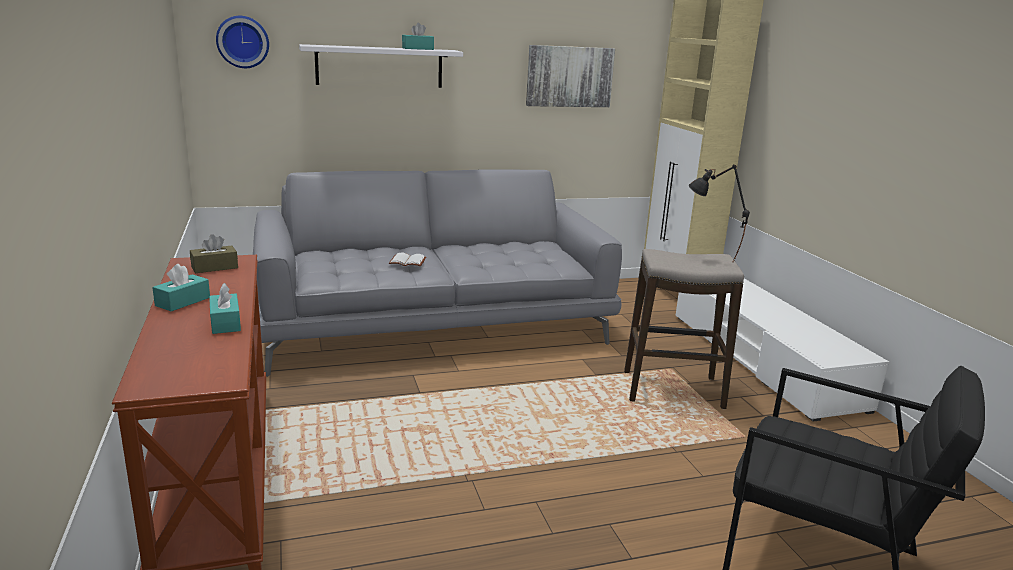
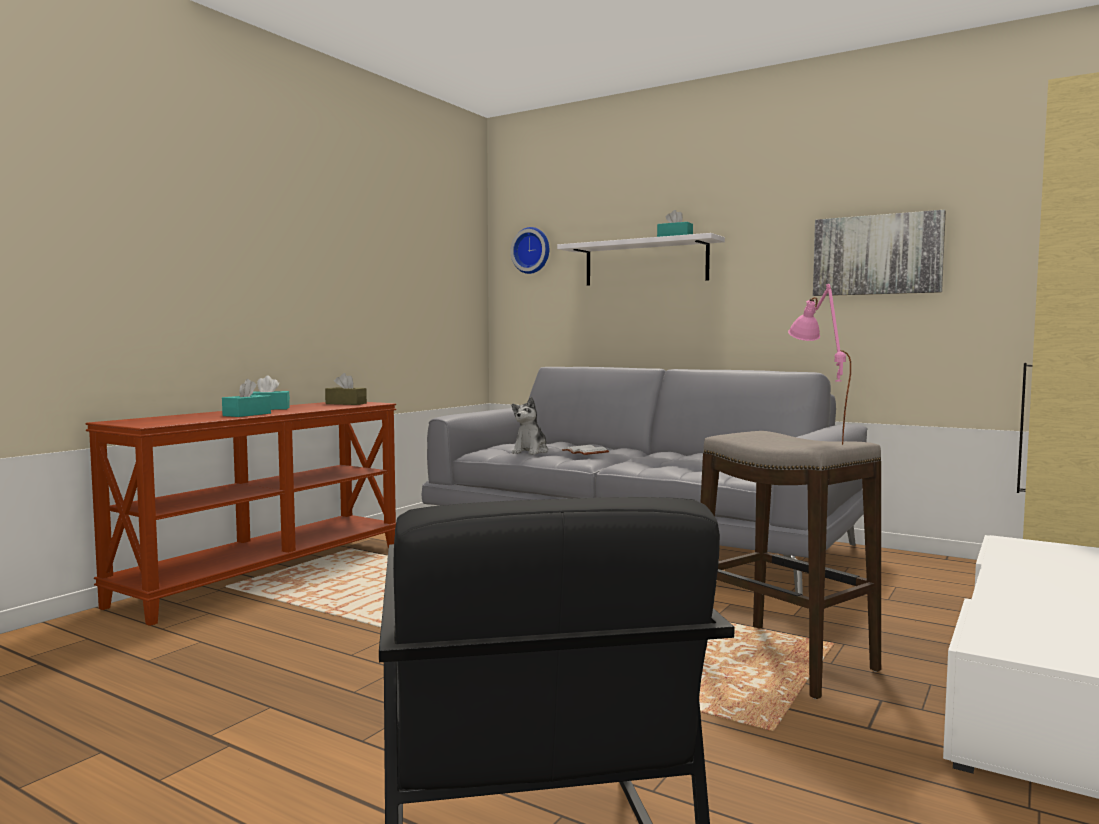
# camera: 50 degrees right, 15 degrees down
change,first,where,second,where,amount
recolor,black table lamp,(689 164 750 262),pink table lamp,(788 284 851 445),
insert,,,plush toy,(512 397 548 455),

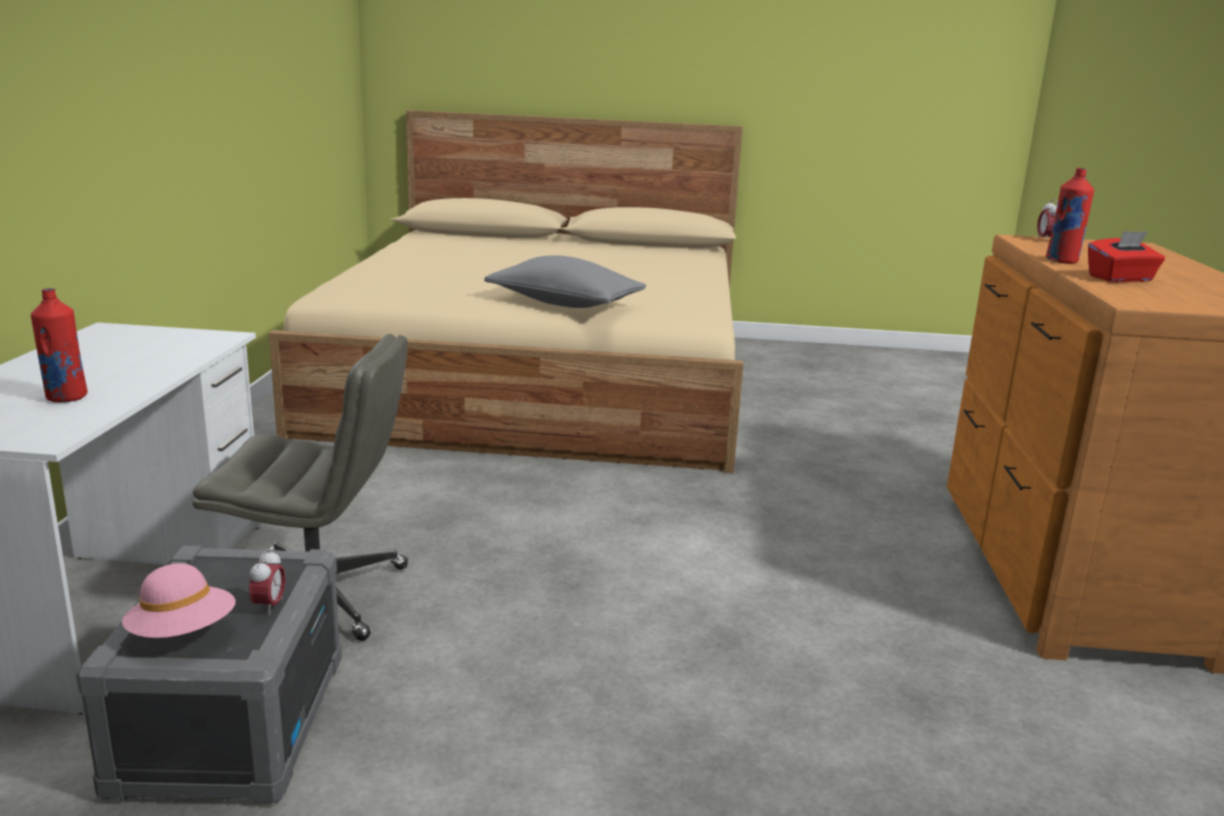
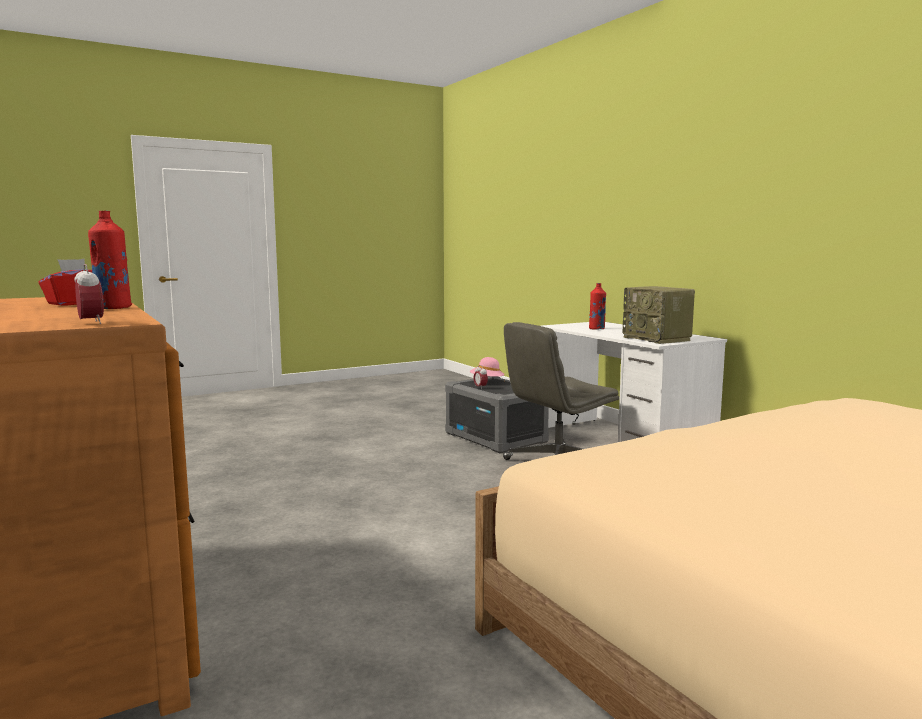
# camera: 145 degrees right, 10 degrees down
change,first,where,second,where,amount
delete,grey pillow,(484 255 646 308),,,
insert,,,radio,(623 286 695 344),

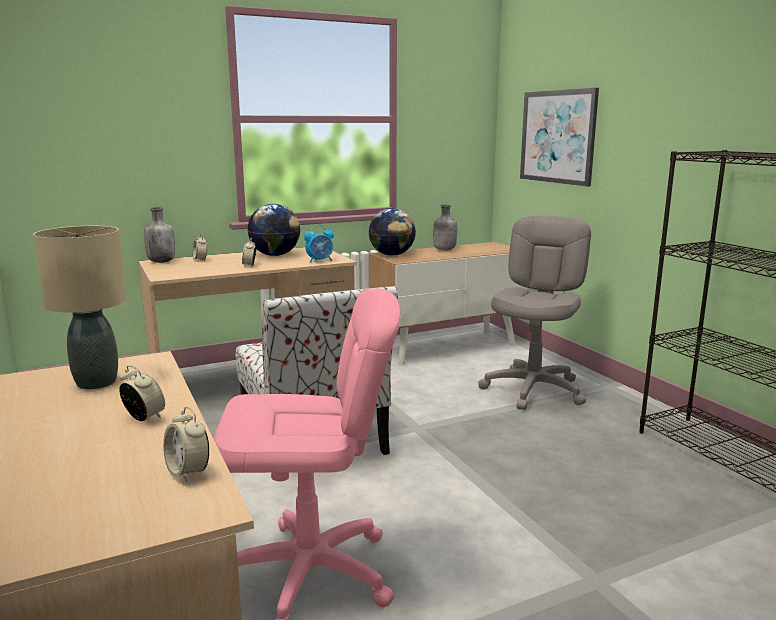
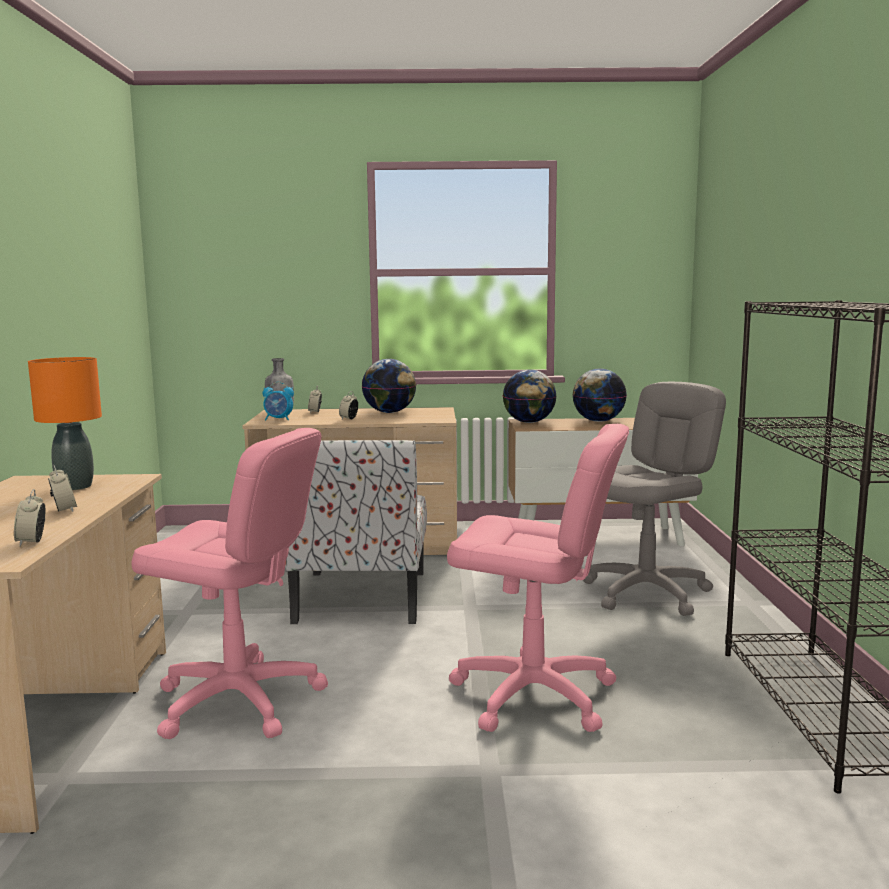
# camera: 25 degrees right, 5 degrees down
change,first,where,second,where,amount
delete,picture,(520 88 599 187),,,
replace,grey bottle,(433 204 457 250),globe,(572 369 627 422),
move,alarm clock,(304 225 334 263),,(263 382 294 420),
recolor,beige table lamp,(33 226 127 389),orange table lamp,(28 357 102 490),
insert,,,pink office chair,(447 424 629 732),

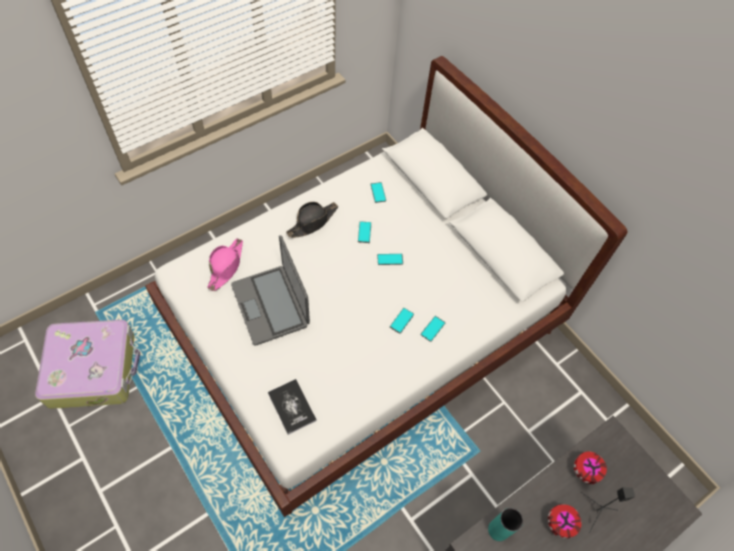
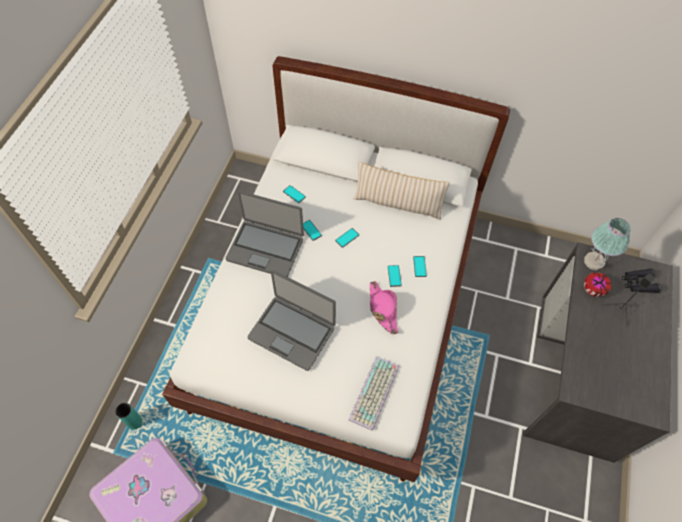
# camera: 35 degrees left, 0 degrees up
change,first,where,second,where,amount
replace,black hat,(286 202 338 238),laptop,(225 191 304 277),
move,pink hat,(207 238 243 291),,(370 281 399 334),
replace,book,(268 379 317 435),keyboard,(349 356 399 431),
delete,bowl,(548 504 581 539),,,
move,turquoise vase,(488 508 523 541),,(115 403 142 430),
insert,,,beige pillow,(354 162 450 220),
insert,,,table lamp,(584 218 631 271),
insert,,,black binoculars,(622 268 661 293),

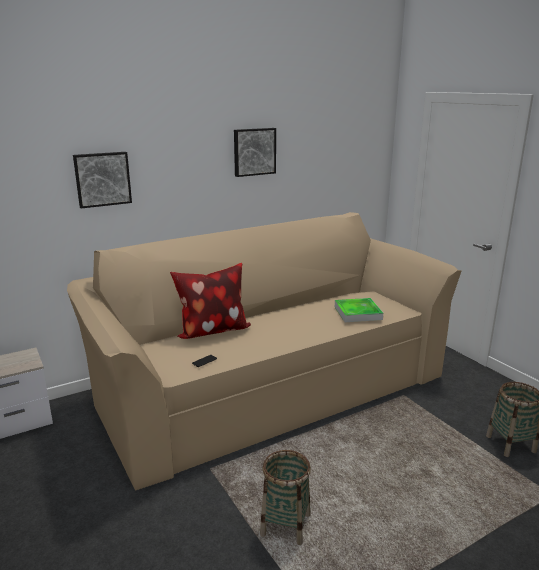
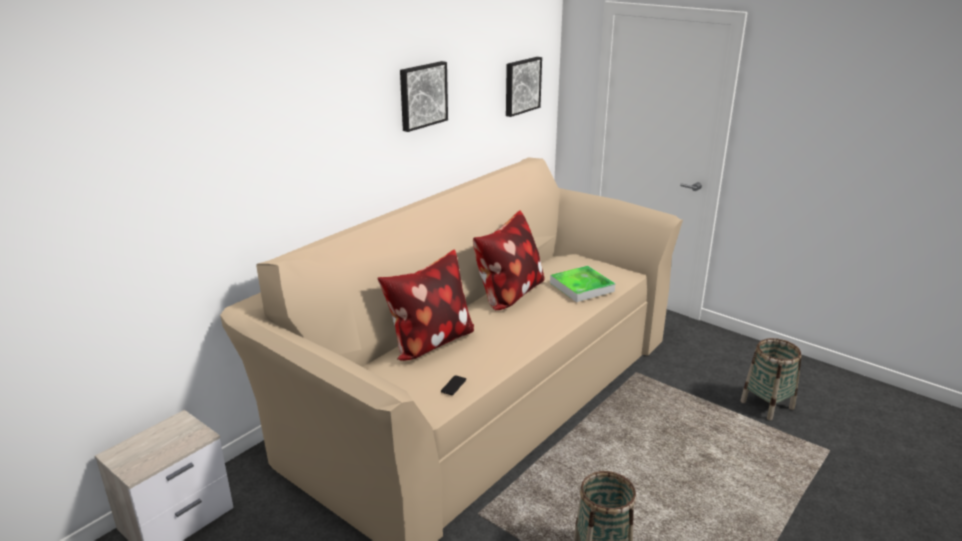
# camera: 20 degrees left, 5 degrees up
change,first,where,second,where,amount
move,picture,(73 152 132 209),,(506 57 542 117),
insert,,,pillow,(473 210 545 310),

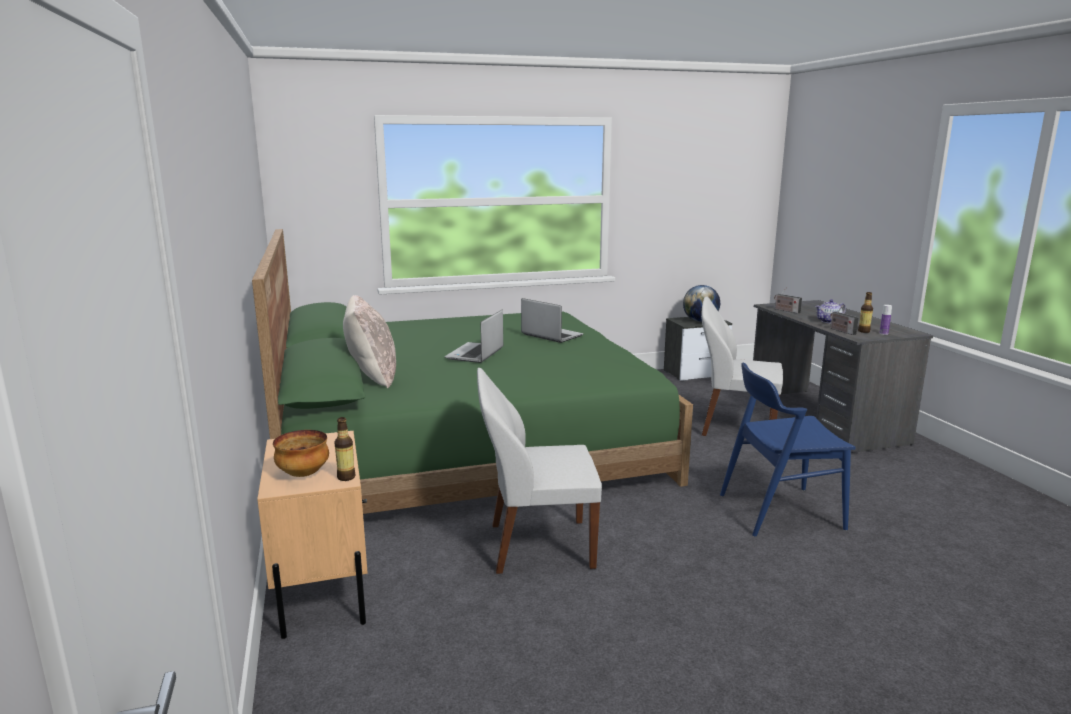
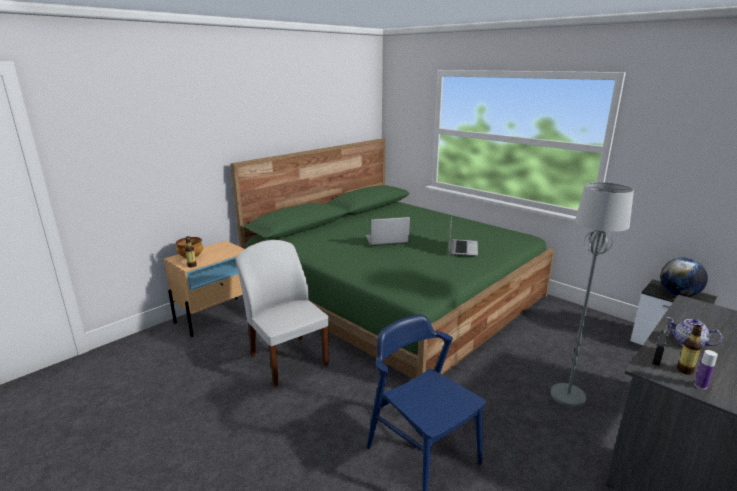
# camera: 60 degrees right, 5 degrees up
change,first,where,second,where,amount
delete,radio,(774 287 802 313),,,
delete,beige pillow,(343 295 396 389),,,
replace,white chair,(701 296 783 436),grey floor lamp,(551 182 634 408),

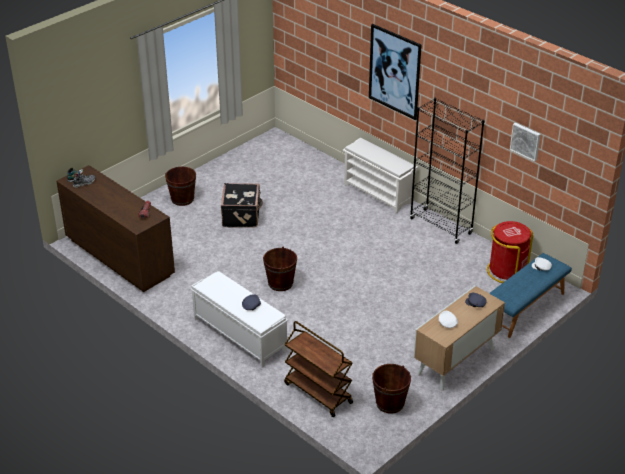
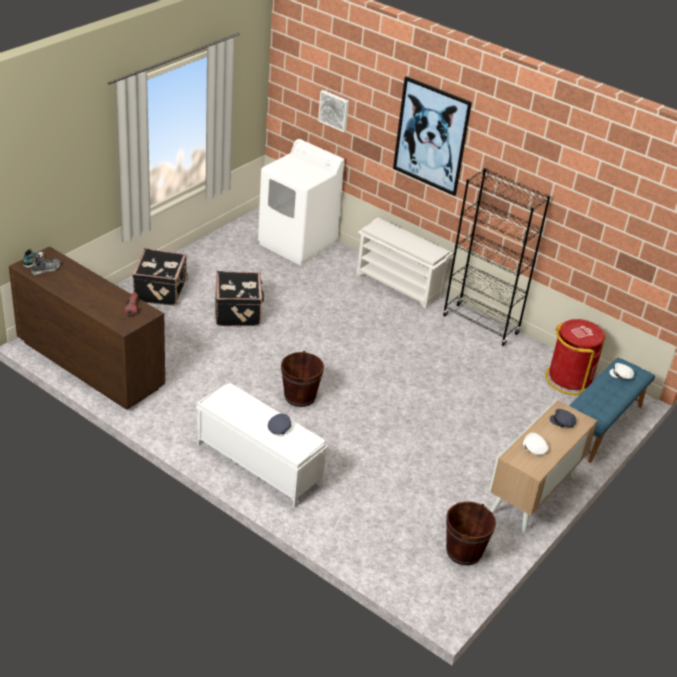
# camera: 10 degrees left, 0 degrees up
change,first,where,second,where,amount
move,picture,(510 123 541 162),,(318 90 349 132),
replace,brown bucket,(165 167 196 206),black suitcase,(132 248 188 306),
delete,brown cart,(284 321 353 417),,,
insert,,,white washing machine,(258 139 344 265),

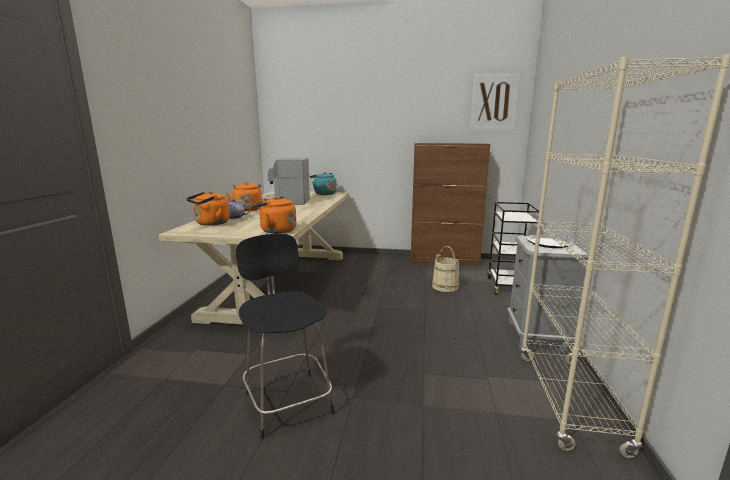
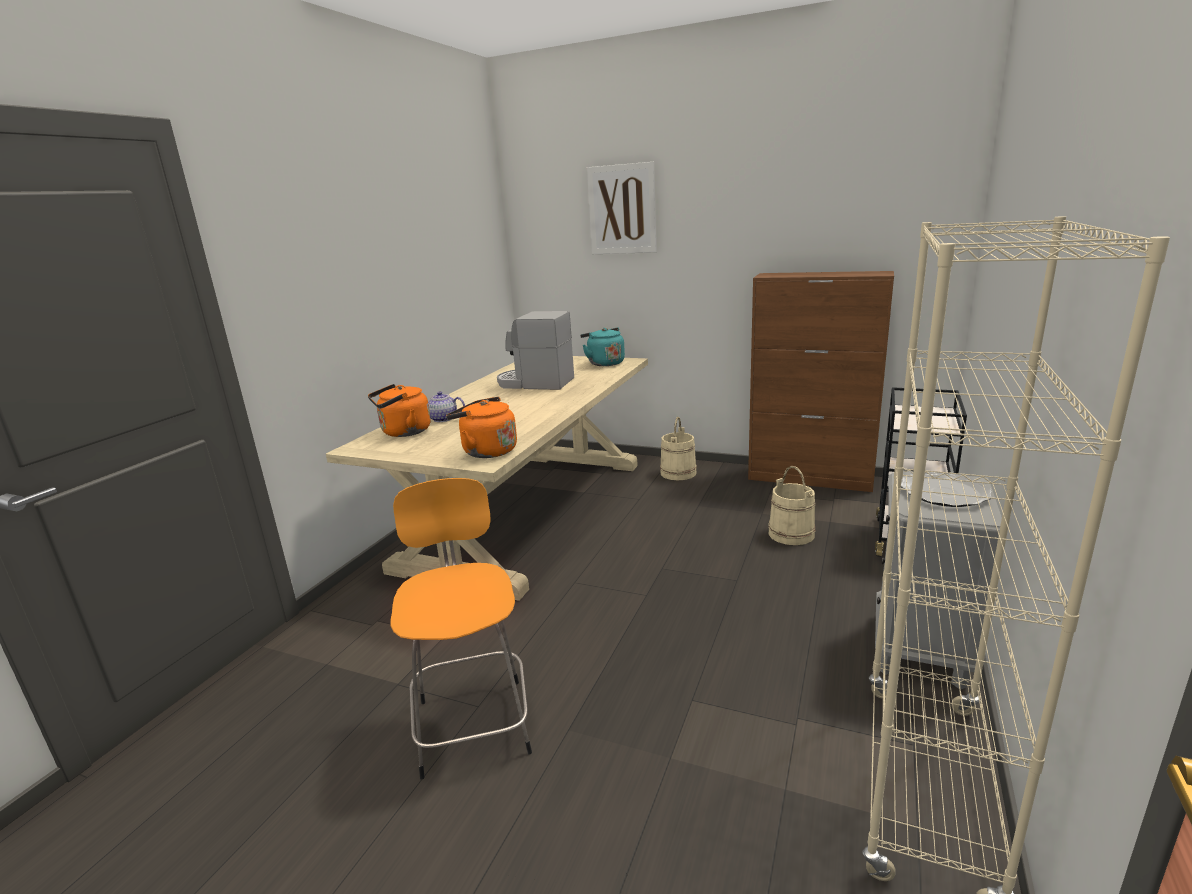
# camera: 15 degrees right, 5 degrees up
change,first,where,second,where,amount
move,picture,(470 73 520 129),,(587 162 656 254),
delete,orange kettle,(226 182 262 211),,,
recolor,black stool,(236 234 334 439),orange stool,(390 478 532 780),
insert,,,beige bucket,(660 417 697 480),

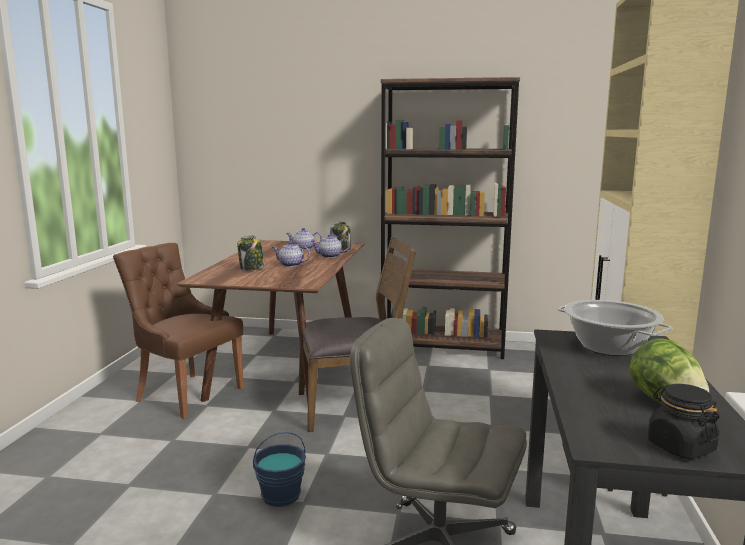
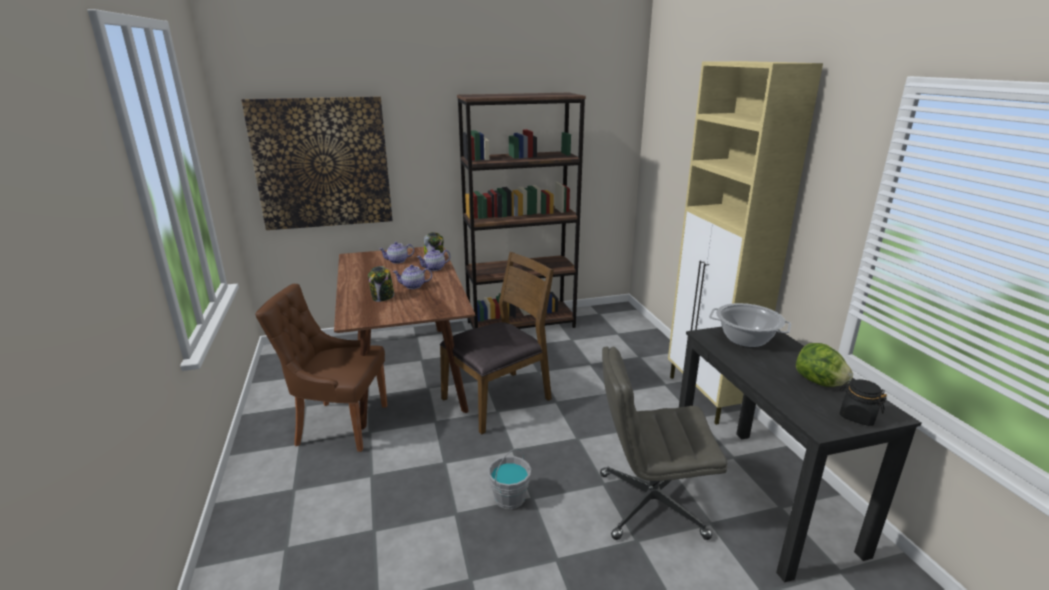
# camera: 25 degrees left, 10 degrees up
change,first,where,second,where,amount
recolor,blue bucket,(253 432 306 507),grey bucket,(488 448 531 509),
insert,,,picture,(241 96 393 230),

